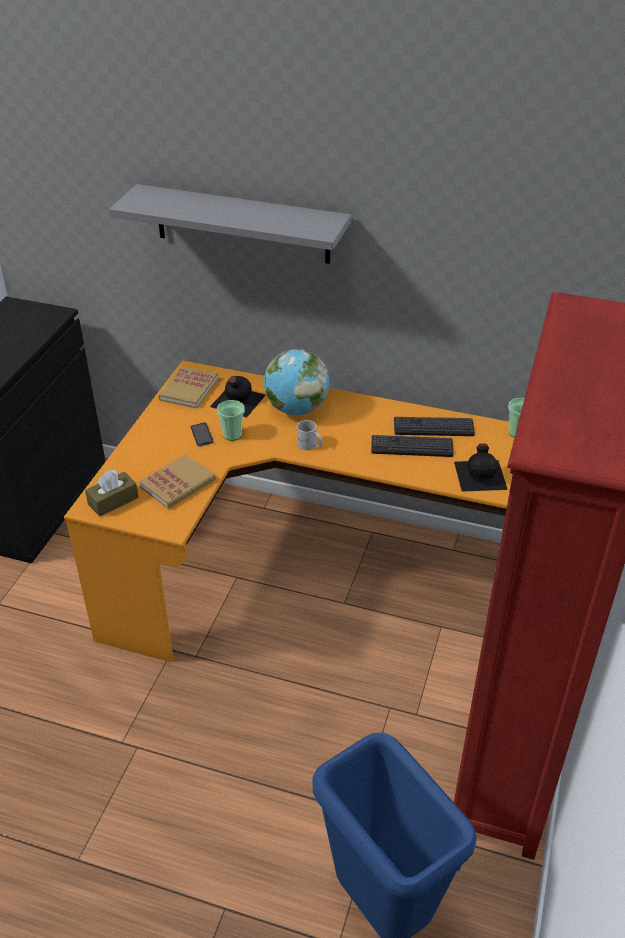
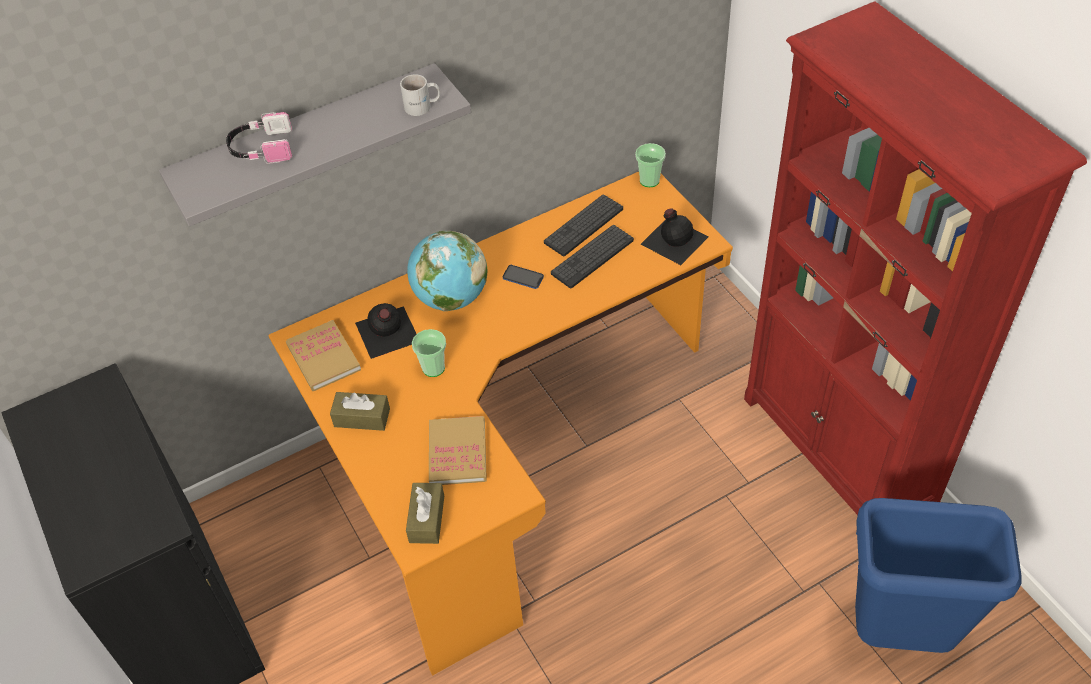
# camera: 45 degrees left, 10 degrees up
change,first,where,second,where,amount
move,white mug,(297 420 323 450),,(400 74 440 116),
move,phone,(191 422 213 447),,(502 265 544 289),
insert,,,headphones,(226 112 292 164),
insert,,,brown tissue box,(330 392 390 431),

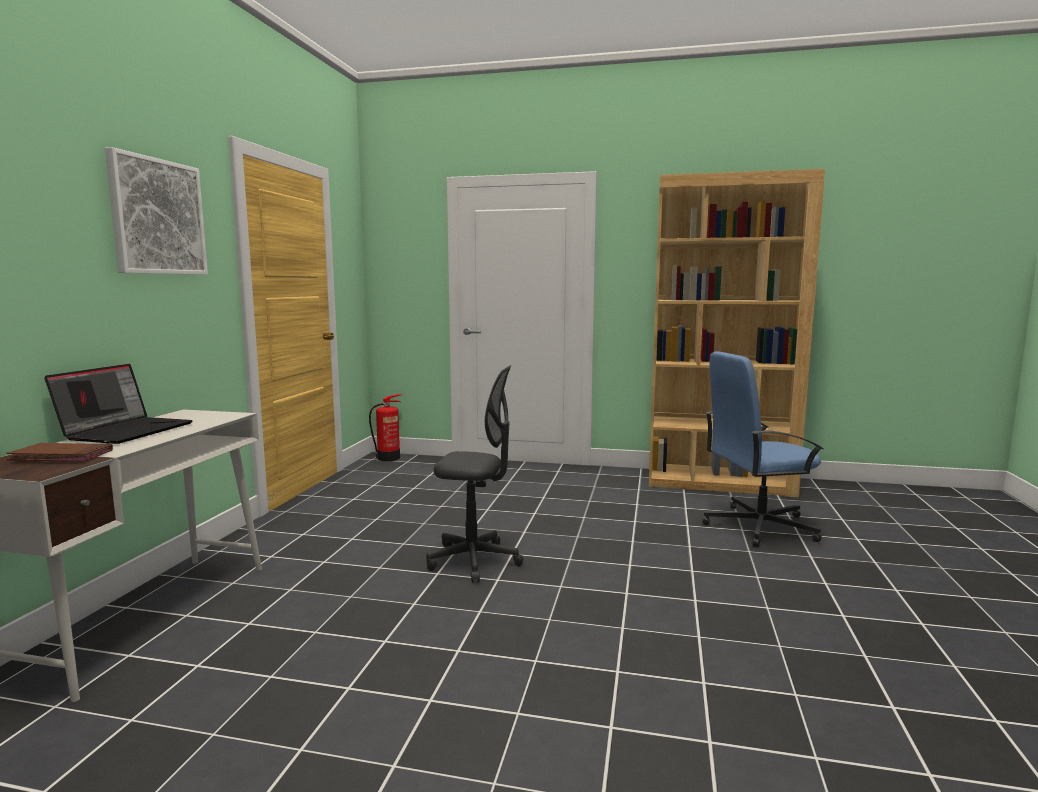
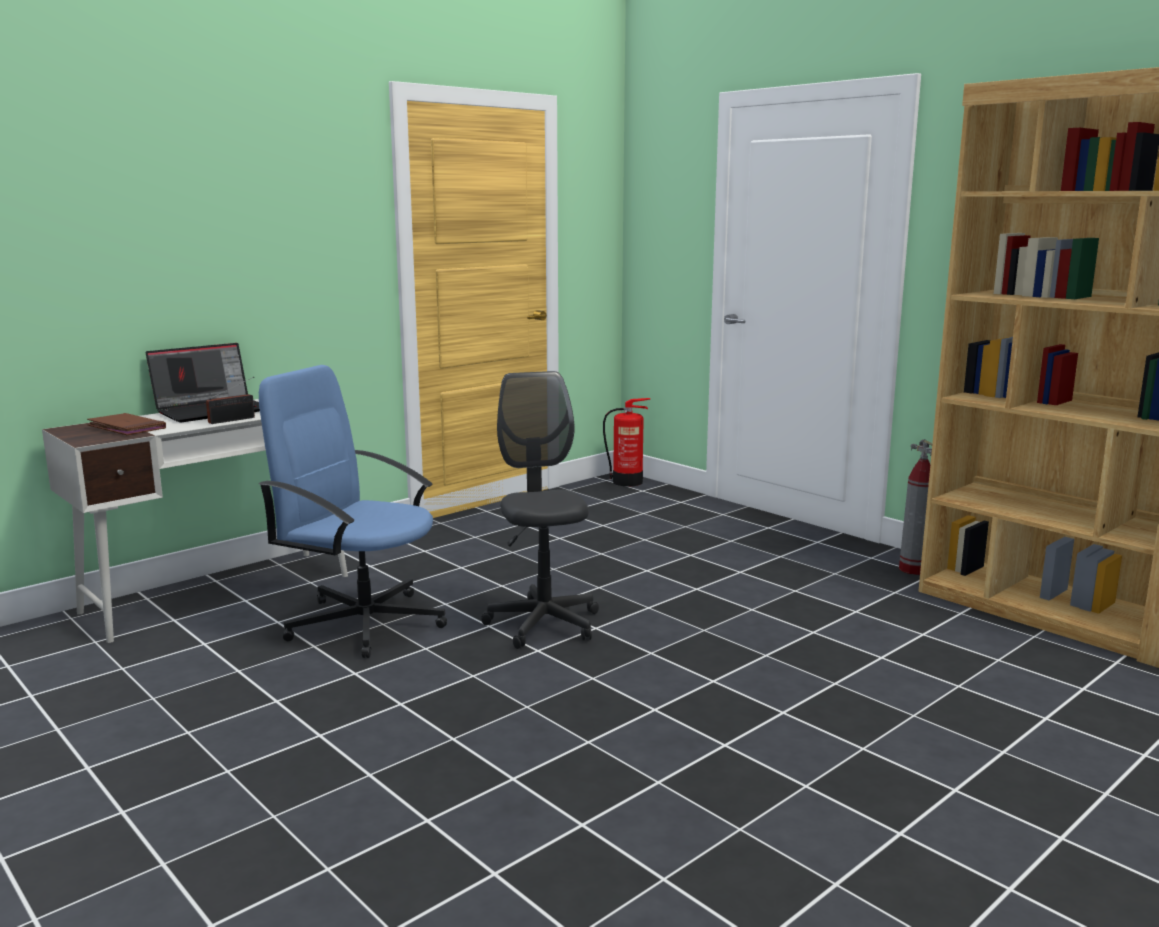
# camera: 35 degrees right, 5 degrees up
change,first,where,second,where,amount
delete,picture,(105 147 208 275),,,
move,blue office chair,(702 351 824 547),,(259 365 447 658),
rotate,grey office chair,(426 365 524 583),,(481 371 599 649),150 degrees counterclockwise
insert,,,radio,(206 377 255 424),
insert,,,fire extinguisher,(899 439 932 575),

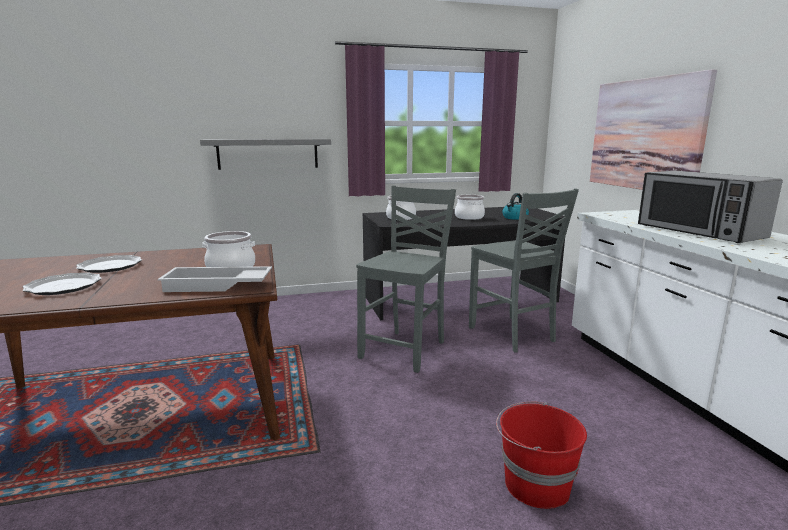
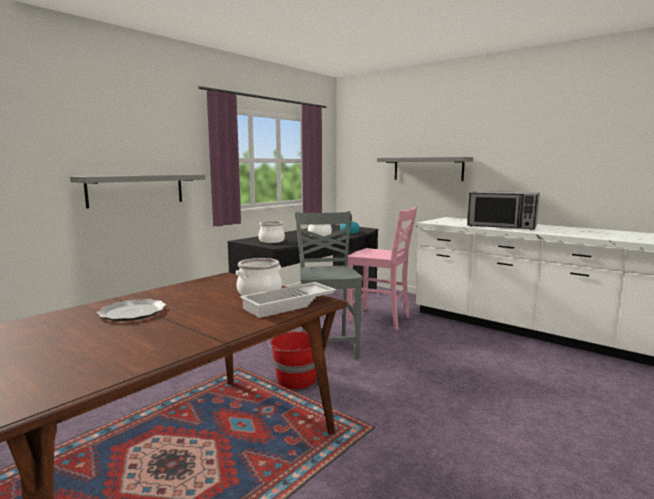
# camera: 35 degrees left, 5 degrees down
change,first,where,second,where,amount
replace,picture,(590 69 717 190),grey shelf,(377 157 473 181),
recolor,grey chair,(469 189 579 353),pink chair,(347 206 417 330),
delete,plate,(22 272 102 295),,,
move,red bucket,(496 402 587 509),,(268 330 316 389),

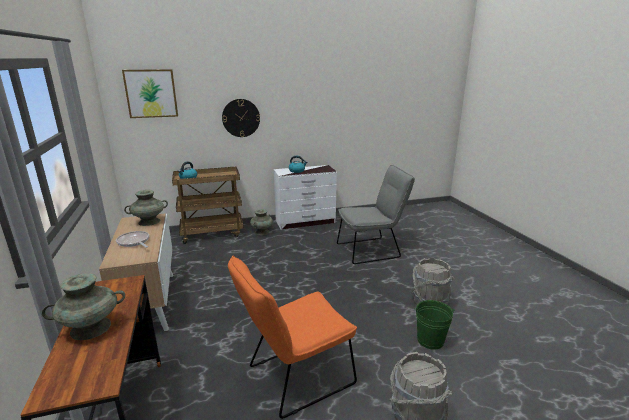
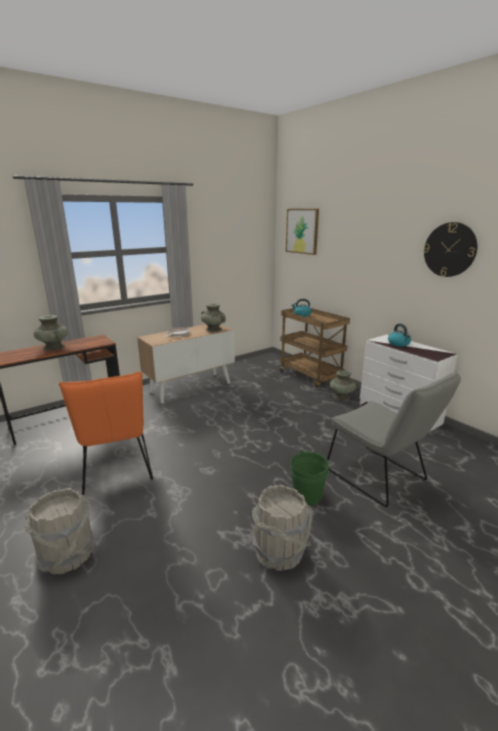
# camera: 70 degrees right, 0 degrees up
change,first,where,second,where,amount
move,wall clock,(222 99 260 137),,(423 222 477 277),
rotate,orange chair,(228 255 357 419),,(59 372 153 495),150 degrees counterclockwise
move,green bucket,(414 300 455 350),,(290 450 329 505),

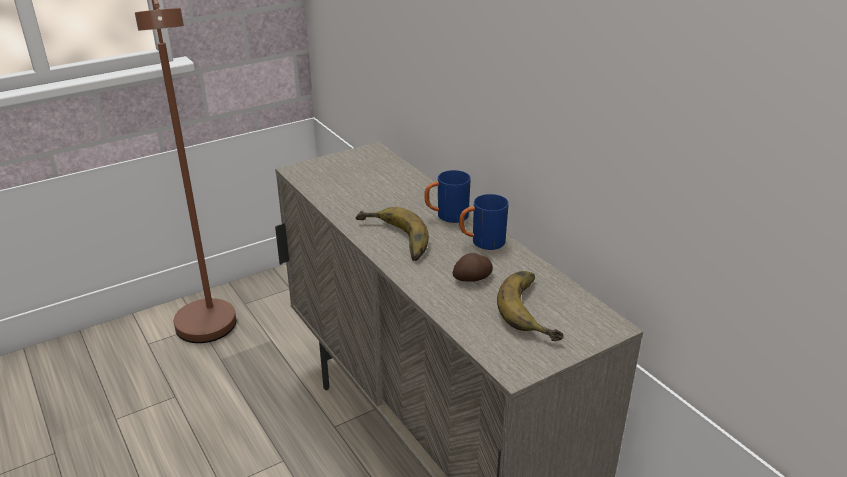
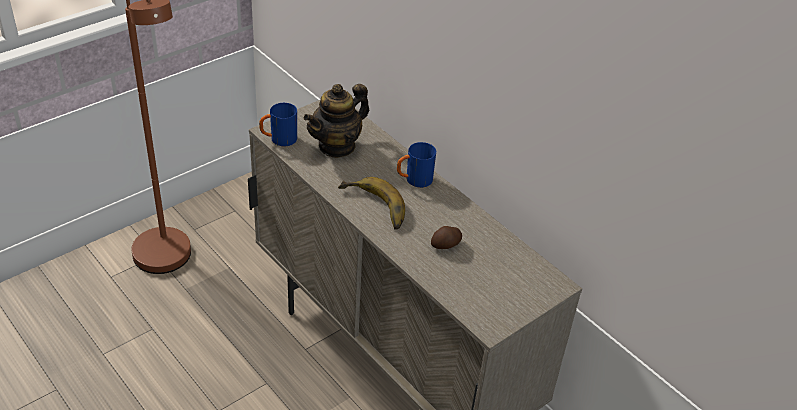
# camera: 10 degrees left, 10 degrees up
change,first,where,second,where,amount
move,blue mug,(459 194 509 250),,(259 103 297 147),
delete,banana,(497 271 564 341),,,
insert,,,teapot,(303 84 369 158),

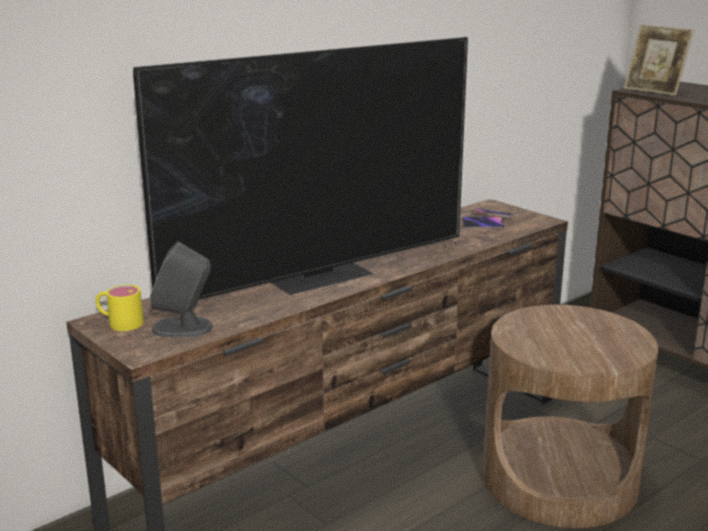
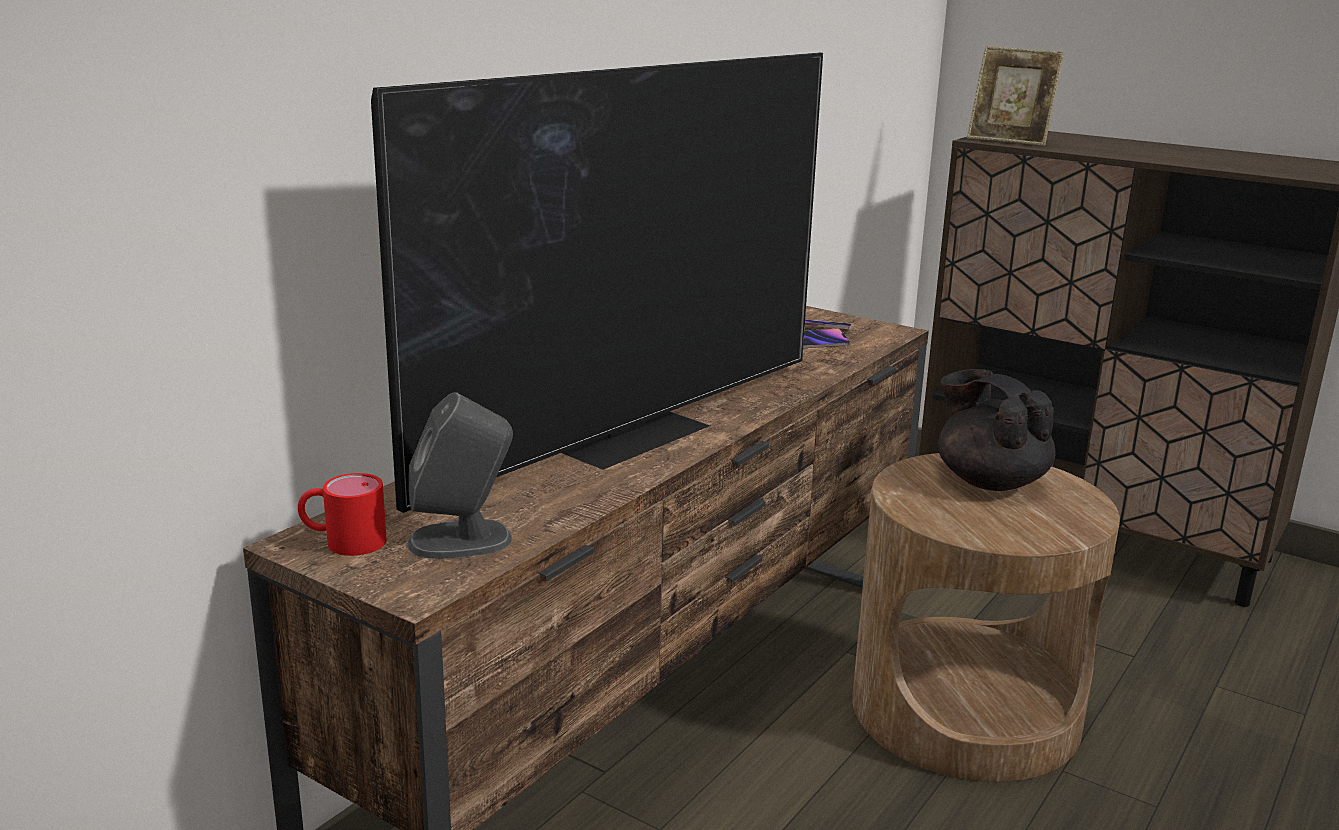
# camera: 15 degrees left, 0 degrees up
change,first,where,second,where,amount
recolor,yellow mug,(96 285 144 331),red mug,(298 473 387 556),
insert,,,black teapot,(938 369 1056 491),

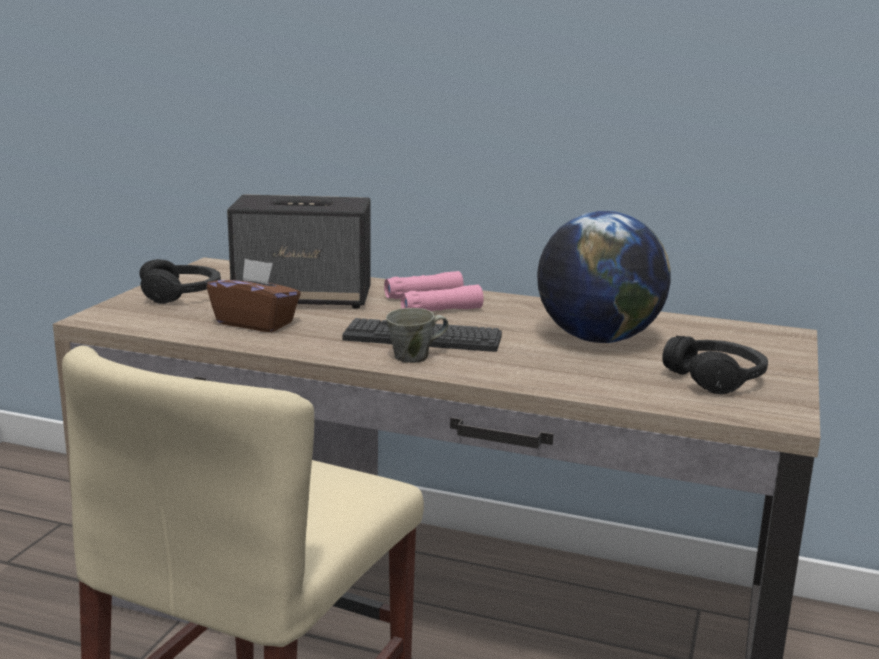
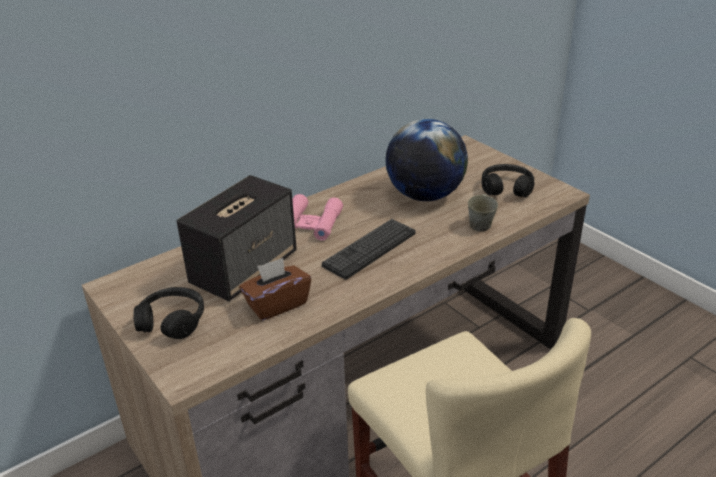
# camera: 55 degrees left, 15 degrees up
change,first,where,second,where,amount
move,grey mug,(386 308 448 363),,(468 194 498 231),

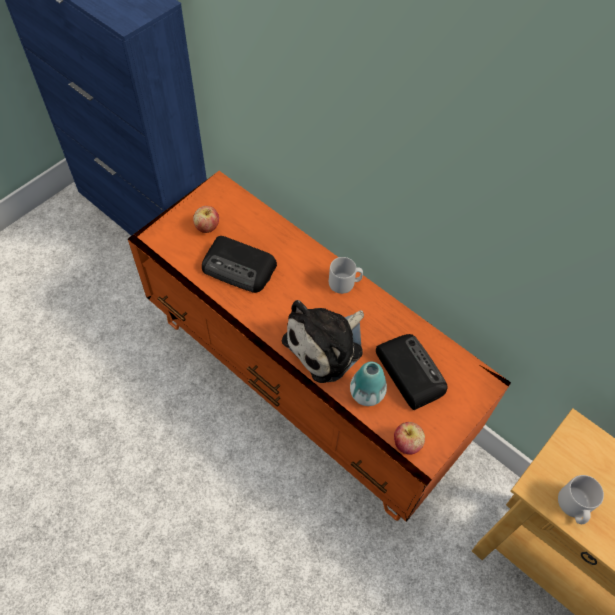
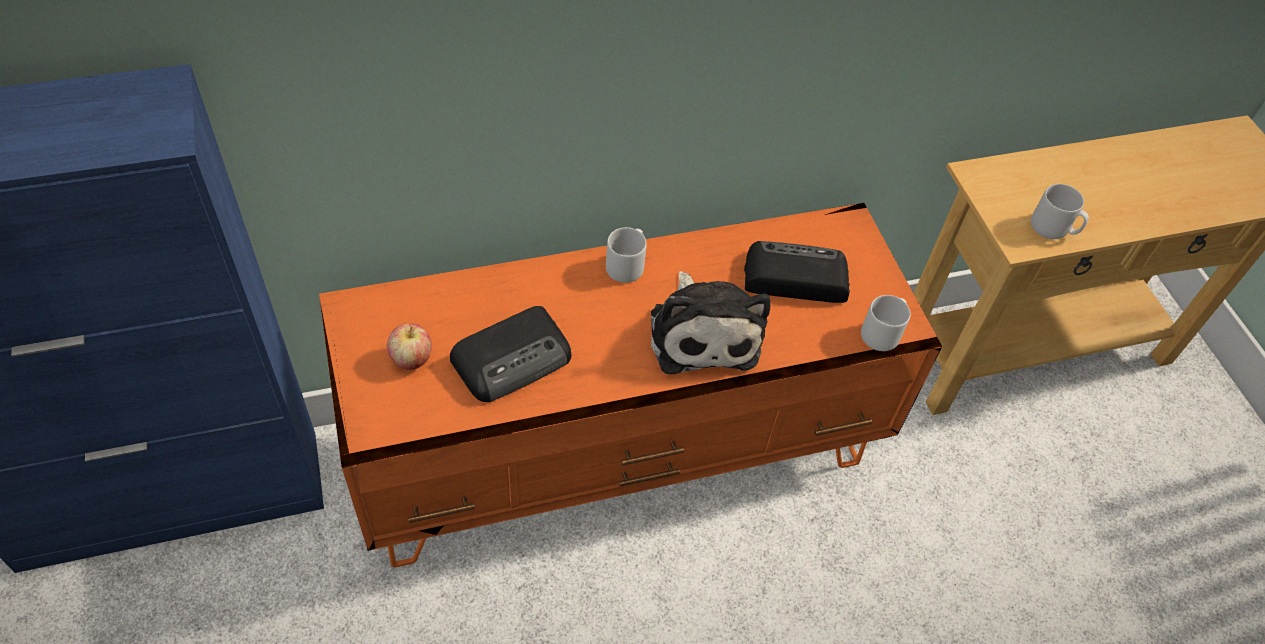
# camera: 60 degrees left, 5 degrees down
change,first,where,second,where,amount
delete,vase,(350 362 387 406),,,
replace,apple,(394 422 425 455),grey mug,(861 295 911 351),

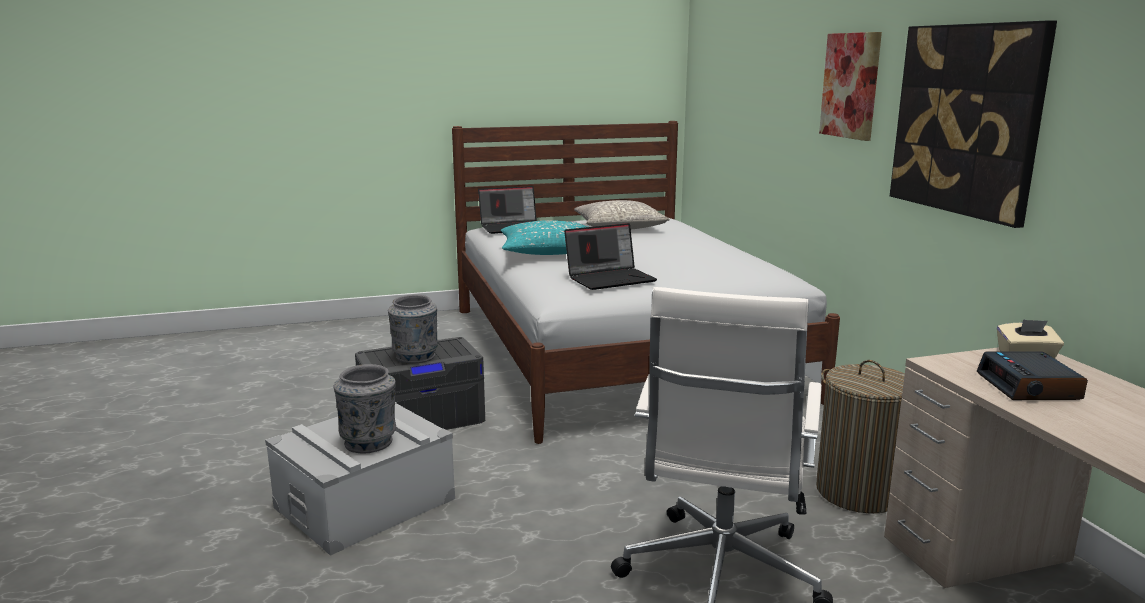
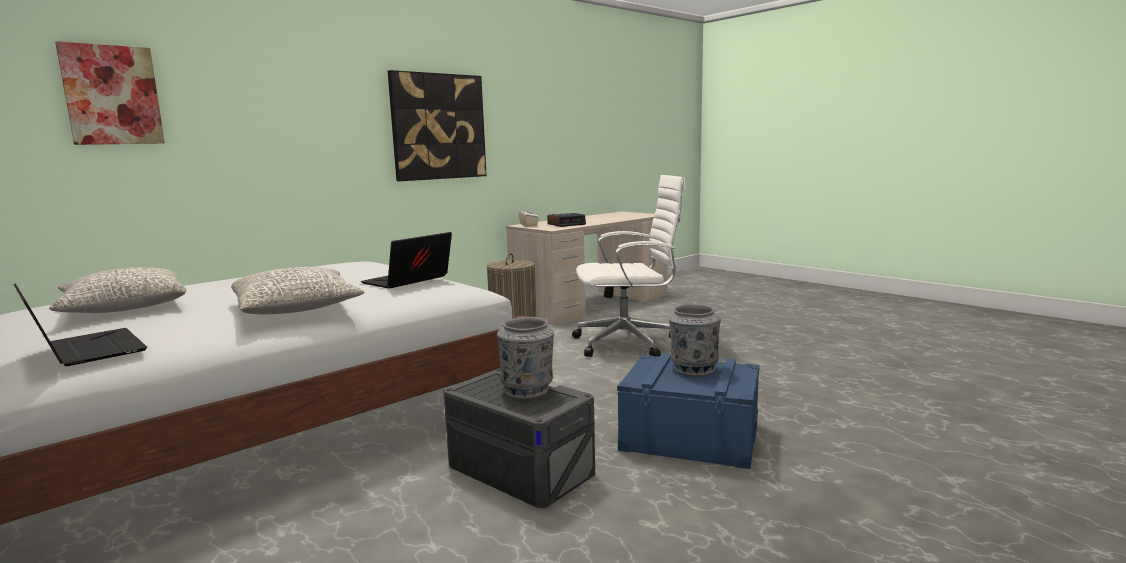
# camera: 115 degrees left, 5 degrees down
change,first,where,second,where,amount
move,picture,(819 32 882 141),,(55 41 165 145),
recolor,turquoise pillow,(501 220 588 255),grey pillow,(231 267 364 314),
rotate,laptop,(564 223 657 290),,(361 232 452 288),90 degrees counterclockwise
recolor,grey storage box,(265 402 455 556),blue storage box,(617 353 760 469),

